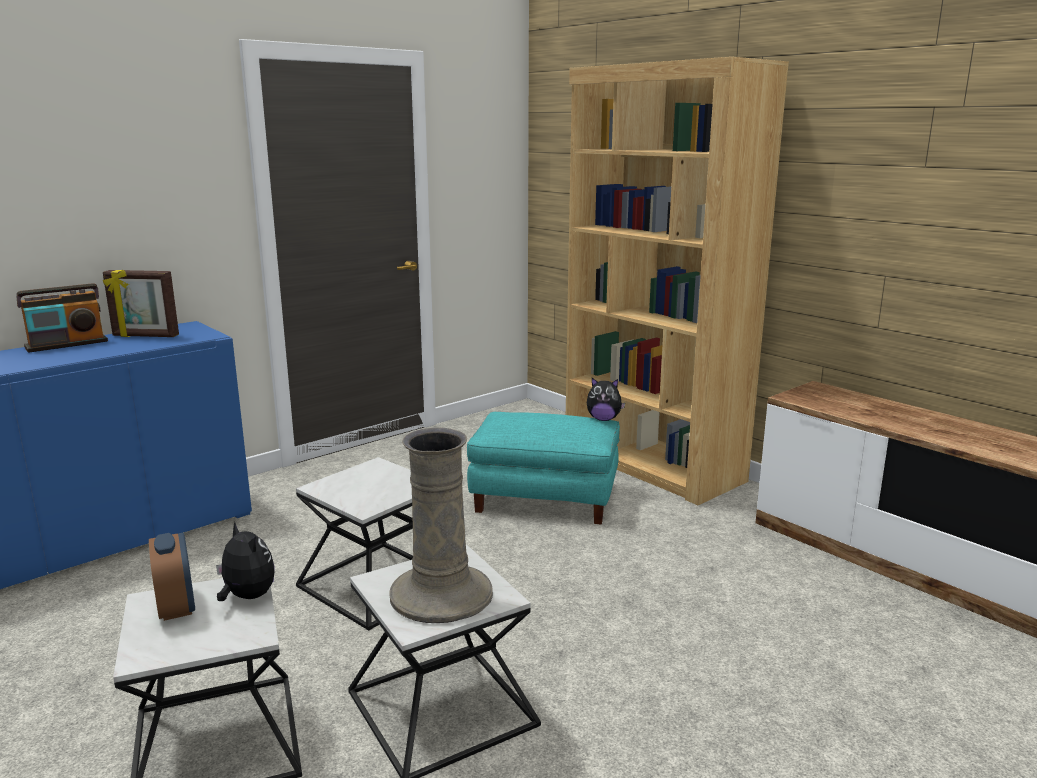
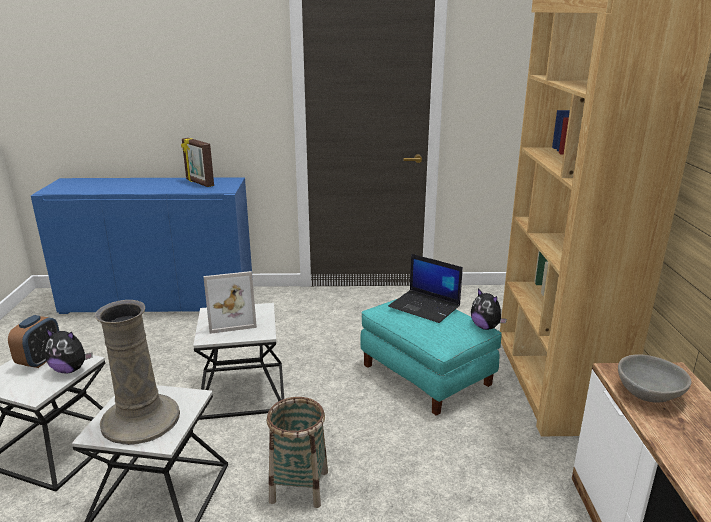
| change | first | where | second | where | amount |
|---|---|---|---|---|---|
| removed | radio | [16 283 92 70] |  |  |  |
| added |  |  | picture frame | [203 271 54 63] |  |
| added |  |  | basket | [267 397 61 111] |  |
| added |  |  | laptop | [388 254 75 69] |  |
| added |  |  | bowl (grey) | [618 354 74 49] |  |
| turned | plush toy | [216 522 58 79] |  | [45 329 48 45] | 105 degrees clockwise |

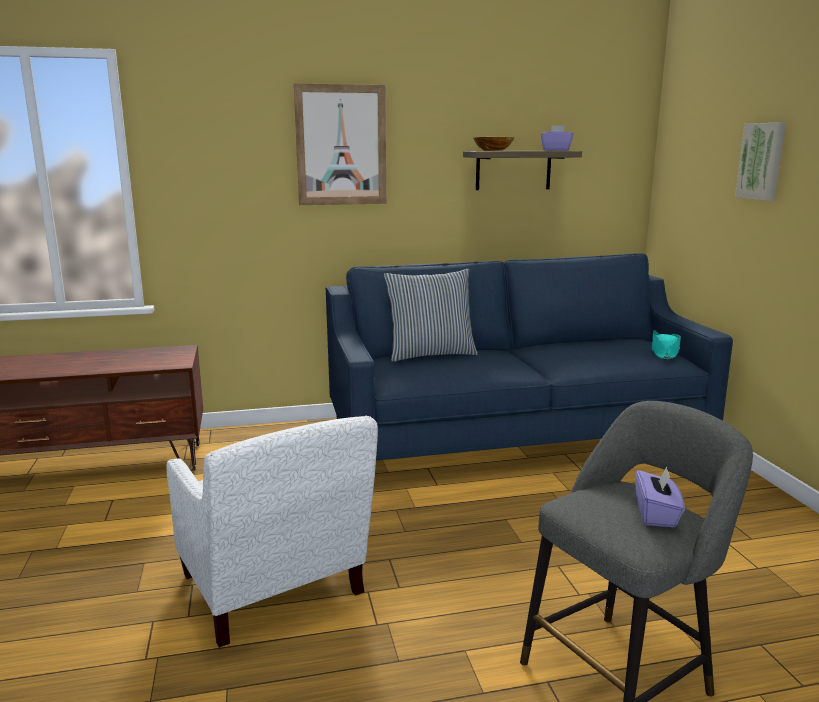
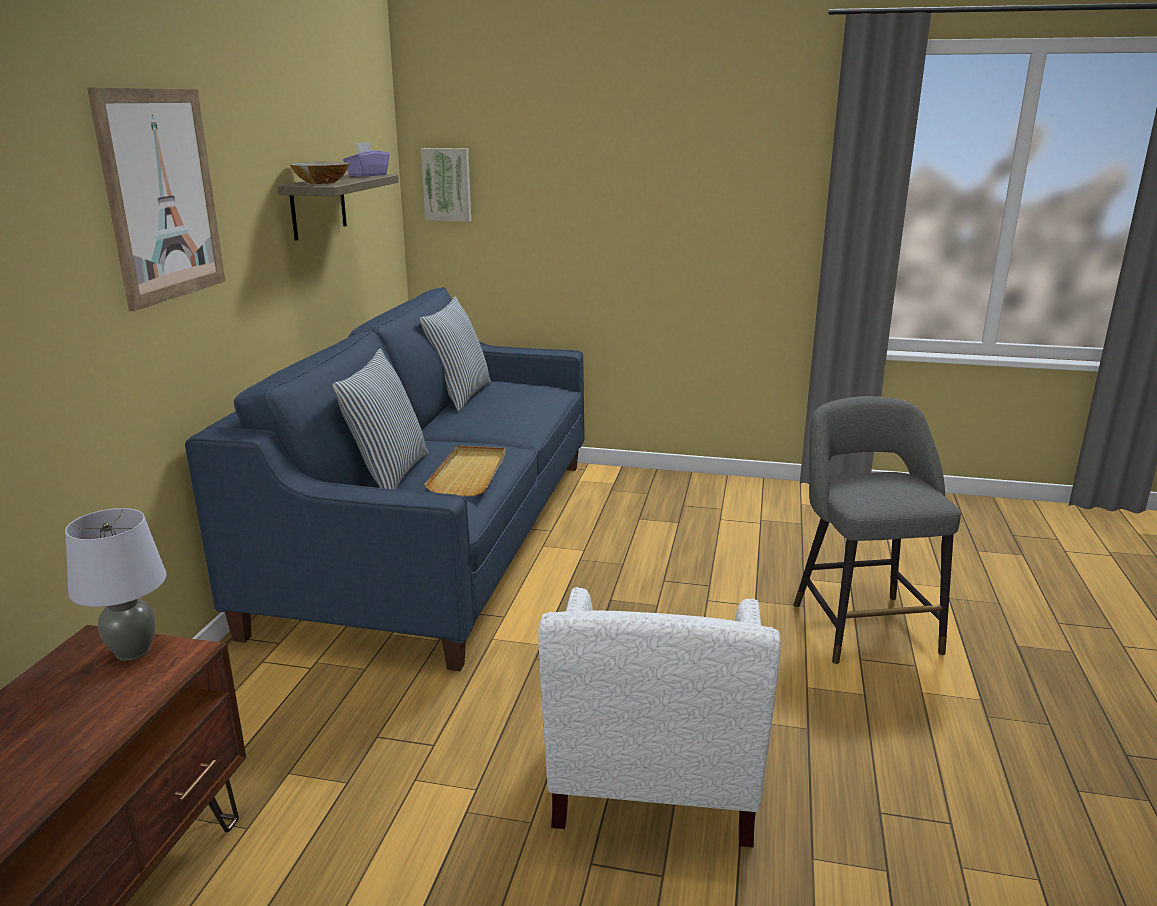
| change | first | where | second | where | amount |
|---|---|---|---|---|---|
| removed | tissue box (purple) | [635 467 50 60] |  |  |  |
| removed | hat (turquoise) | [652 330 29 29] |  |  |  |
| added |  |  | table lamp (grey) | [65 508 102 153] |  |
| added |  |  | pillow | [419 297 72 114] |  |
| added |  |  | tray (beige) | [424 446 82 50] |  |
| moved | picture | [735 122 51 79] |  | [421 148 50 74] |  |
| turned | armchair (white) | [166 416 212 232] |  | [538 587 243 260] | 105 degrees clockwise |

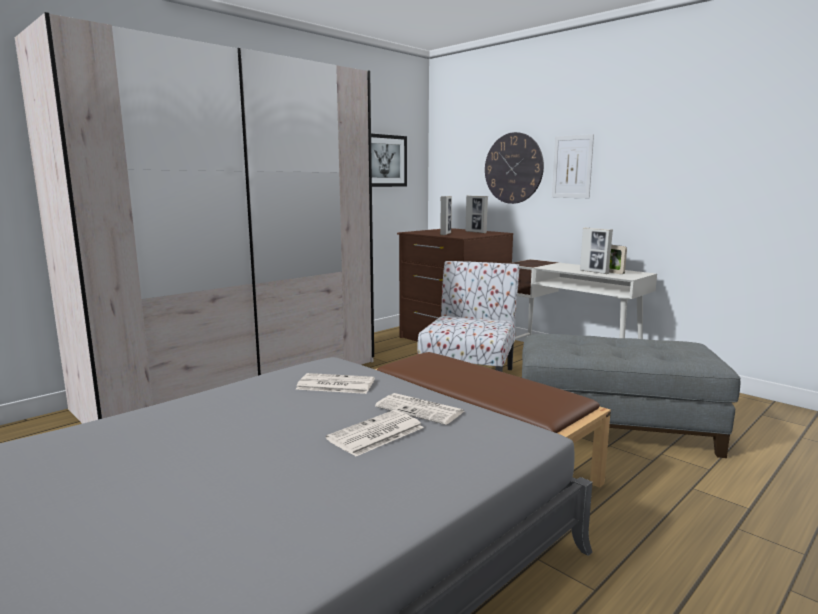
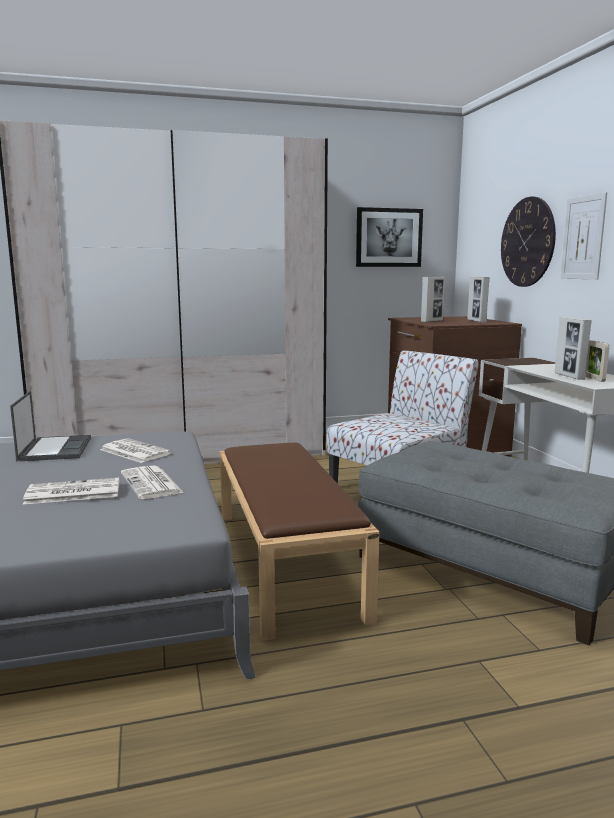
| change | first | where | second | where | amount |
|---|---|---|---|---|---|
| added |  |  | laptop | [10 391 81 70] |  |

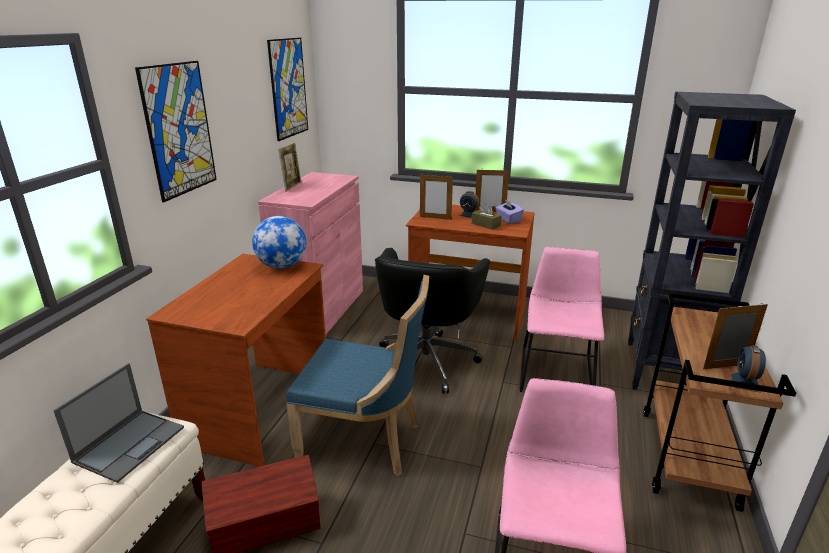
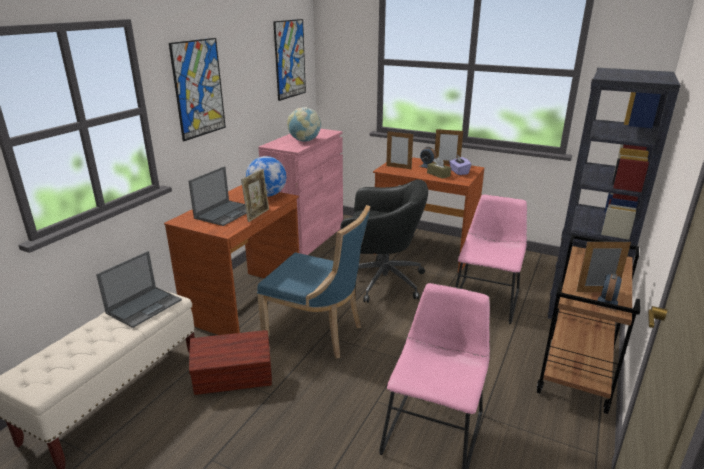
| change | first | where | second | where | amount |
|---|---|---|---|---|---|
| added |  |  | laptop | [189 166 57 60] |  |
| added |  |  | globe | [287 107 34 34] |  |
| moved | picture frame | [278 143 23 49] |  | [241 169 28 53] |  |
| turned | office chair (black) | [375 248 115 146] |  | [340 179 88 124] | 105 degrees counterclockwise |

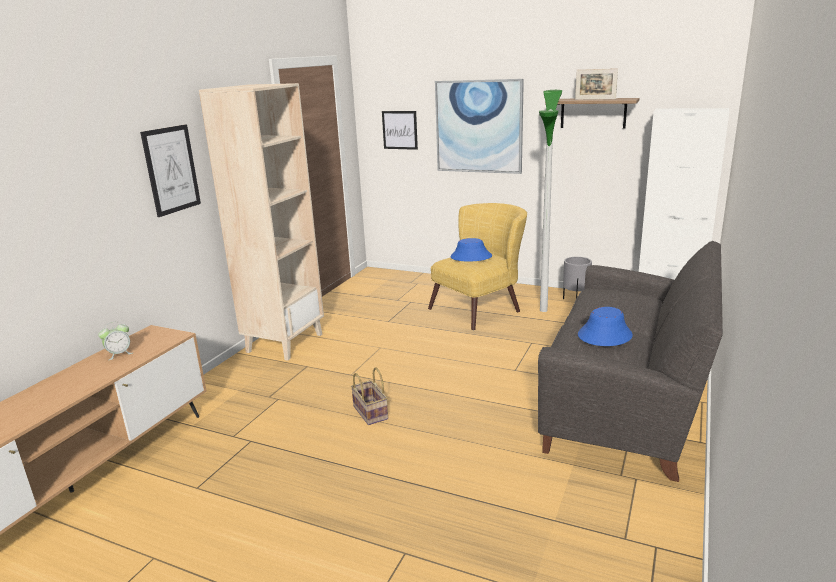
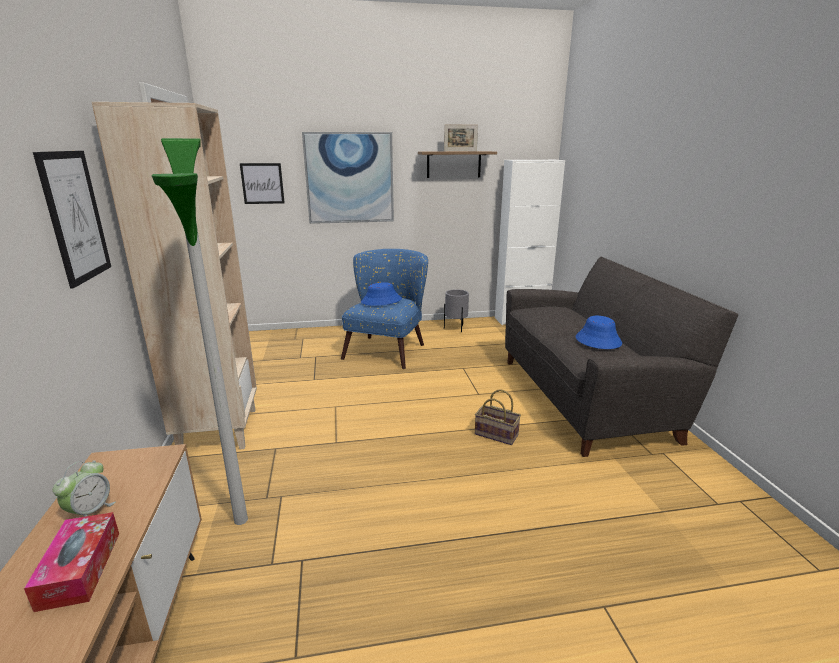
| change | first | where | second | where | amount |
|---|---|---|---|---|---|
| added |  |  | tissue box | [24 512 95 100] |  |
| moved | basket | [351 367 37 58] |  | [475 389 46 56] |  |
| moved | floor lamp | [539 90 23 222] |  | [151 138 97 387] |  |
| recoloured | armchair (yellow) | [428 203 99 127] | armchair (blue) | [341 249 87 120] |  |

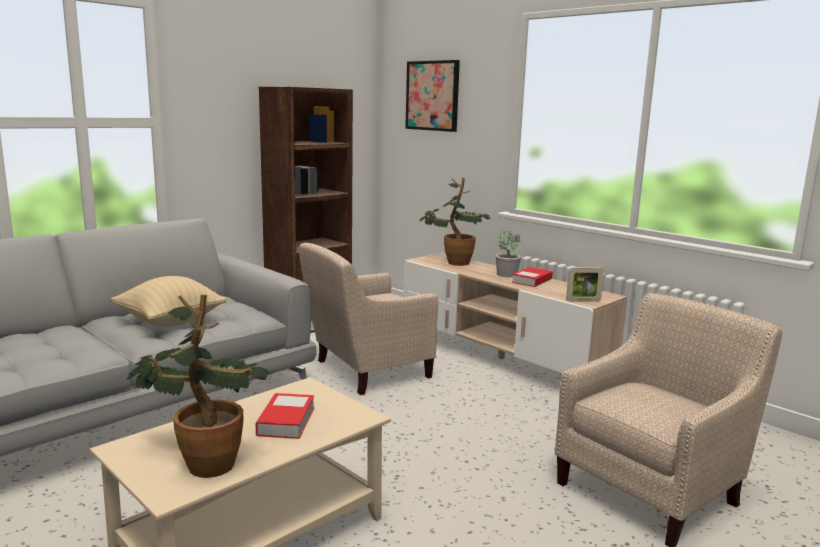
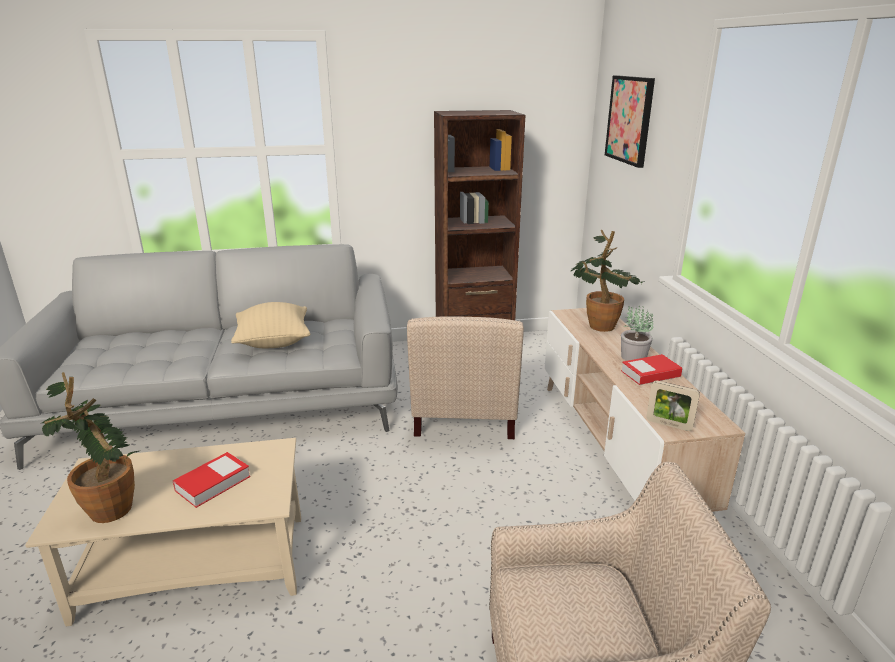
| change | first | where | second | where | amount |
|---|---|---|---|---|---|
| turned | armchair (beige) | [299 242 139 153] |  | [407 316 117 123] | 90 degrees counterclockwise |

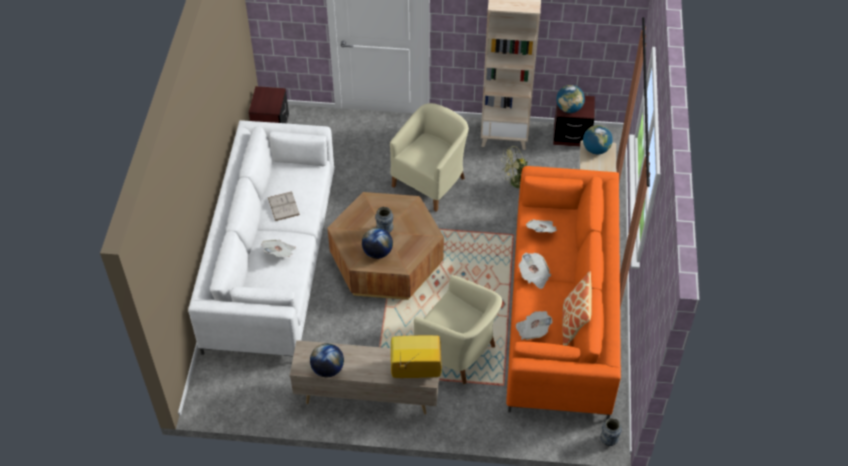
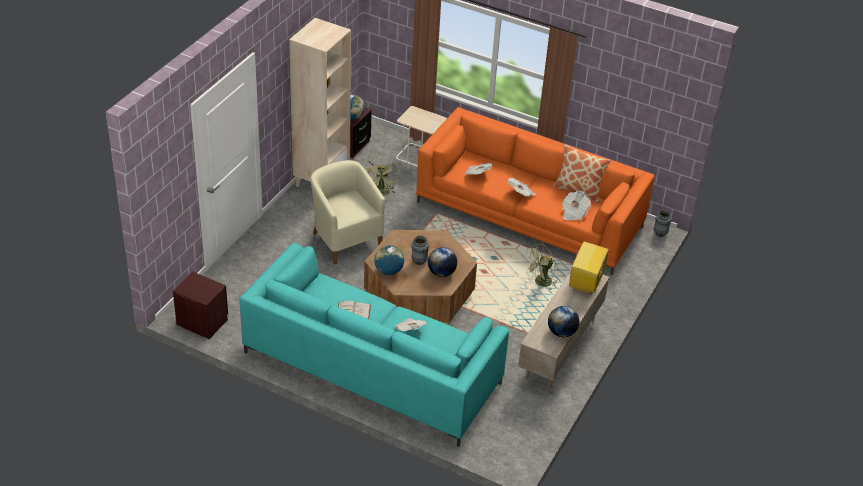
| change | first | where | second | where | amount |
|---|---|---|---|---|---|
| moved | globe | [583 125 30 29] |  | [374 245 30 30] |  |
| replaced | armchair (beige) | [414 275 88 109] | fan (green) | [525 244 32 46] |  |
| recoloured | sofa (white) | [188 120 147 236] | sofa (turquoise) | [239 243 270 204] |  |

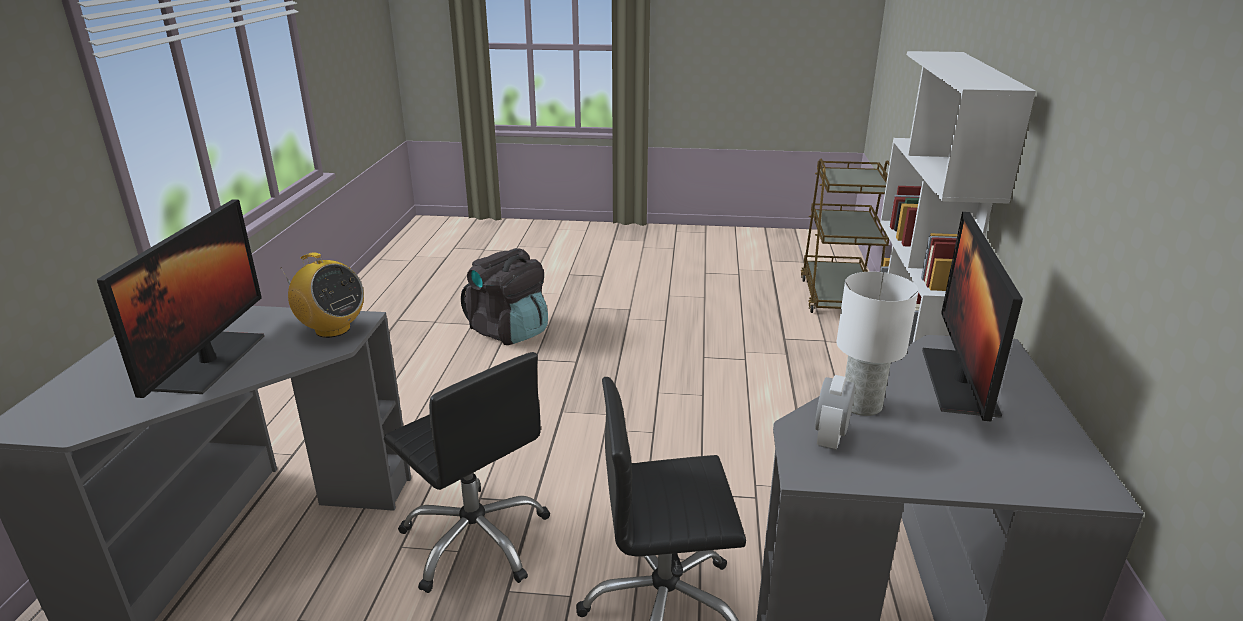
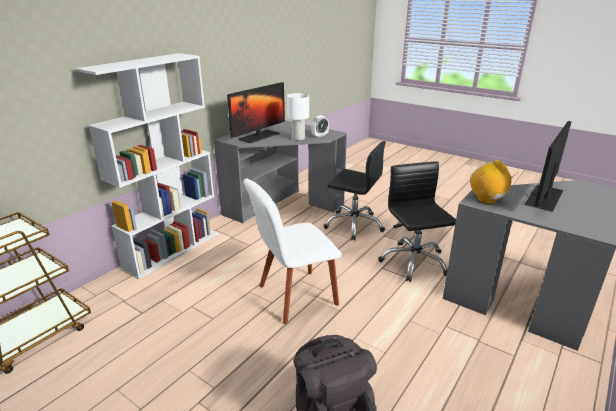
| change | first | where | second | where | amount |
|---|---|---|---|---|---|
| added |  |  | chair (white) | [243 178 99 146] |  |

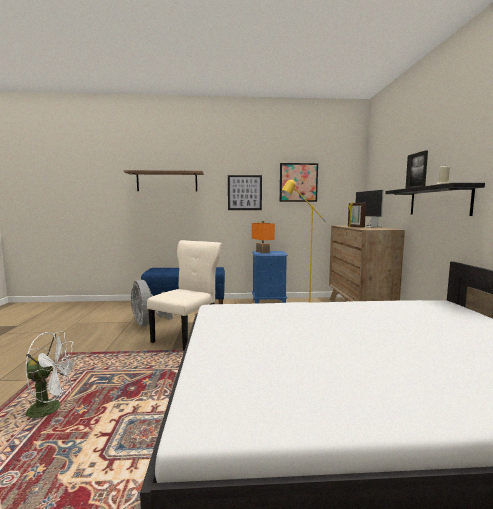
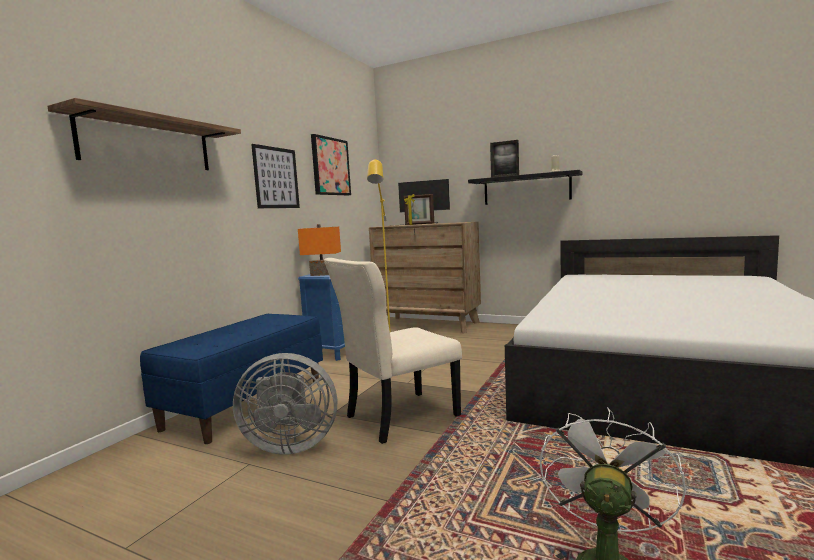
| change | first | where | second | where | amount |
|---|---|---|---|---|---|
| turned | chair (beige) | [147 240 75 111] |  | [324 258 138 186] | 90 degrees counterclockwise |

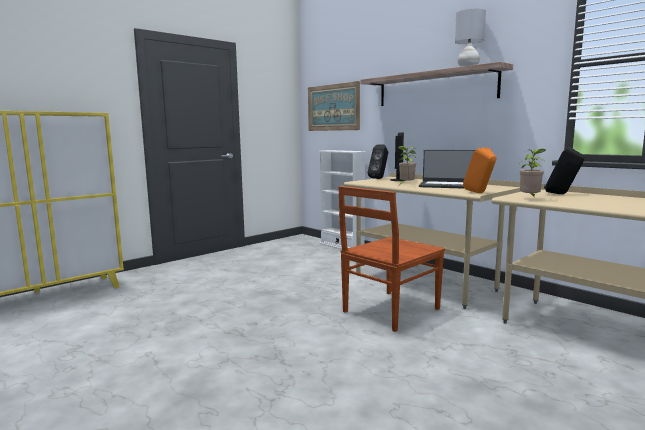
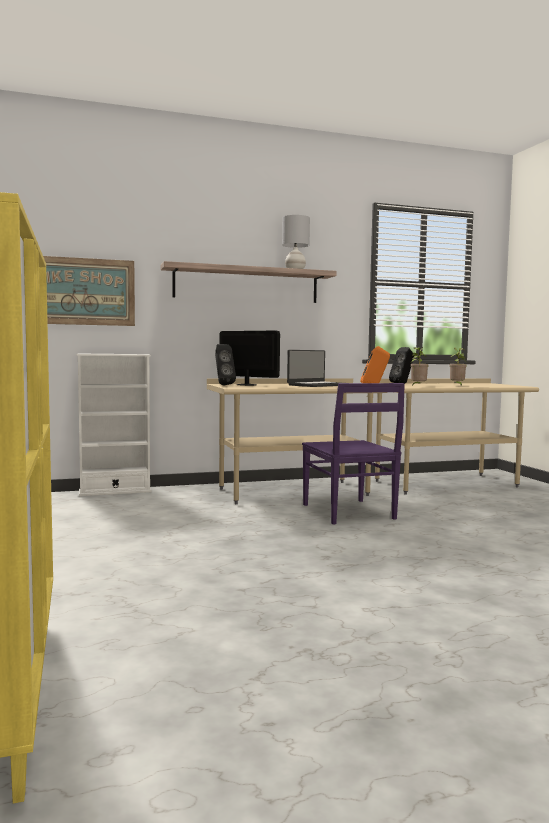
| change | first | where | second | where | amount |
|---|---|---|---|---|---|
| moved | potted plant | [398 146 18 39] |  | [449 348 18 37] |  |
| recoloured | chair (brown) | [338 186 107 146] | chair (purple) | [302 383 103 142] |  |

